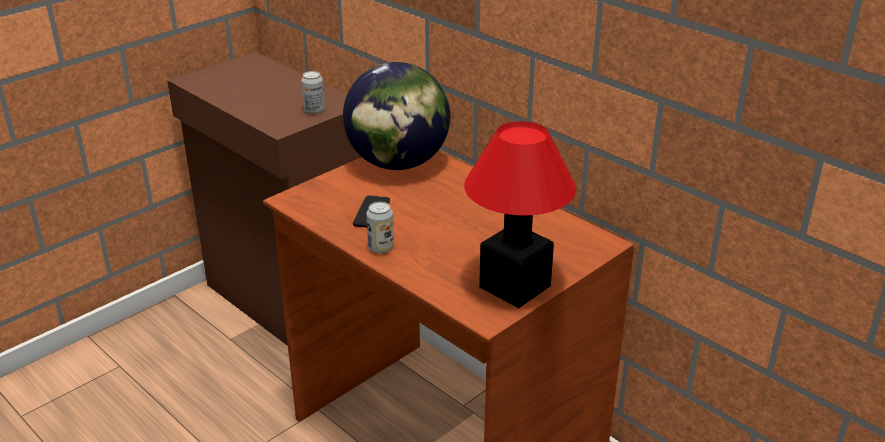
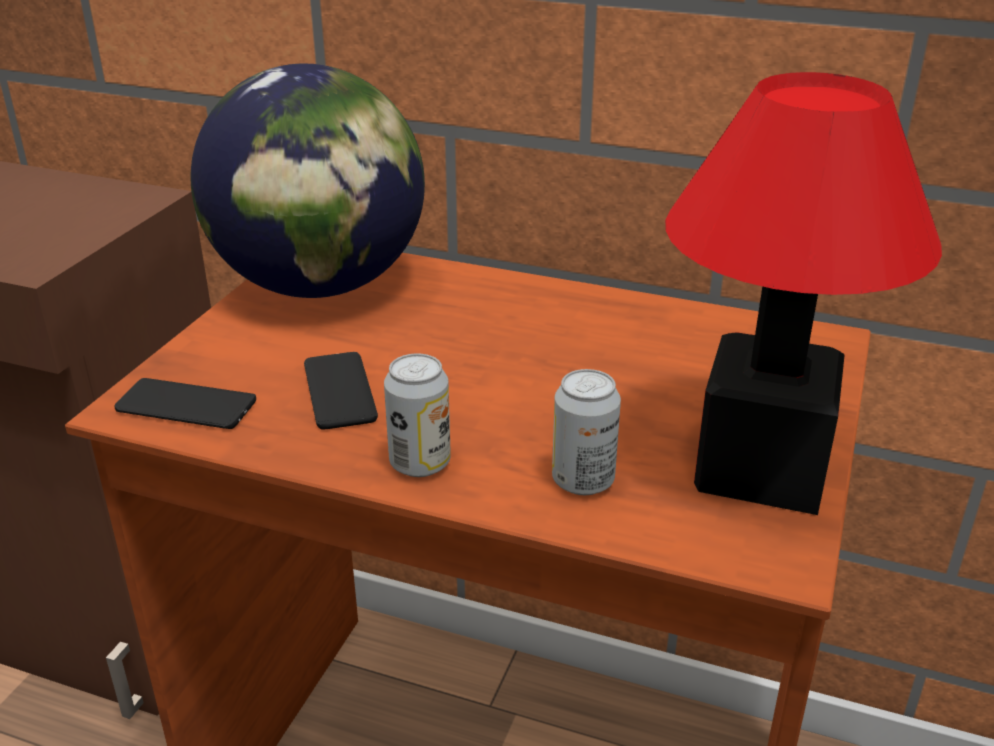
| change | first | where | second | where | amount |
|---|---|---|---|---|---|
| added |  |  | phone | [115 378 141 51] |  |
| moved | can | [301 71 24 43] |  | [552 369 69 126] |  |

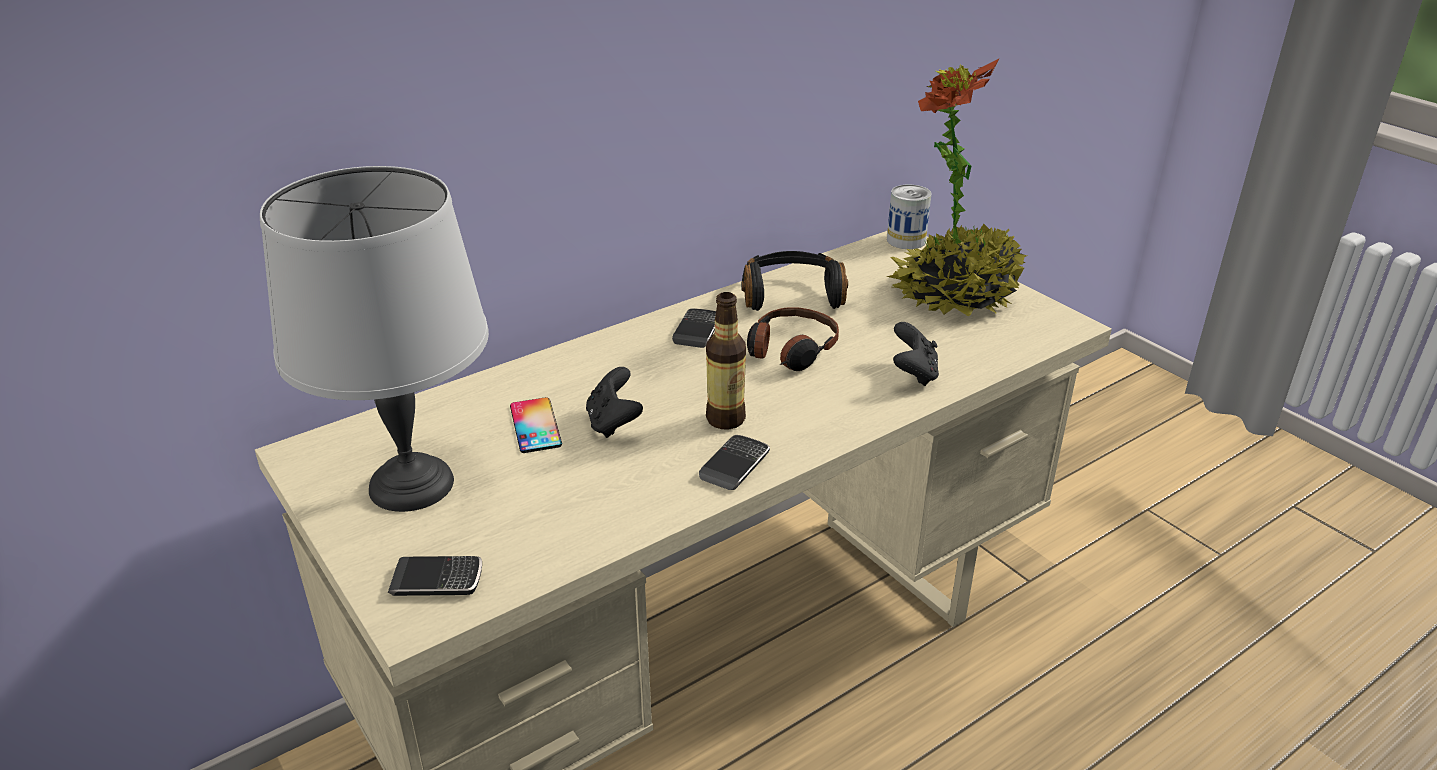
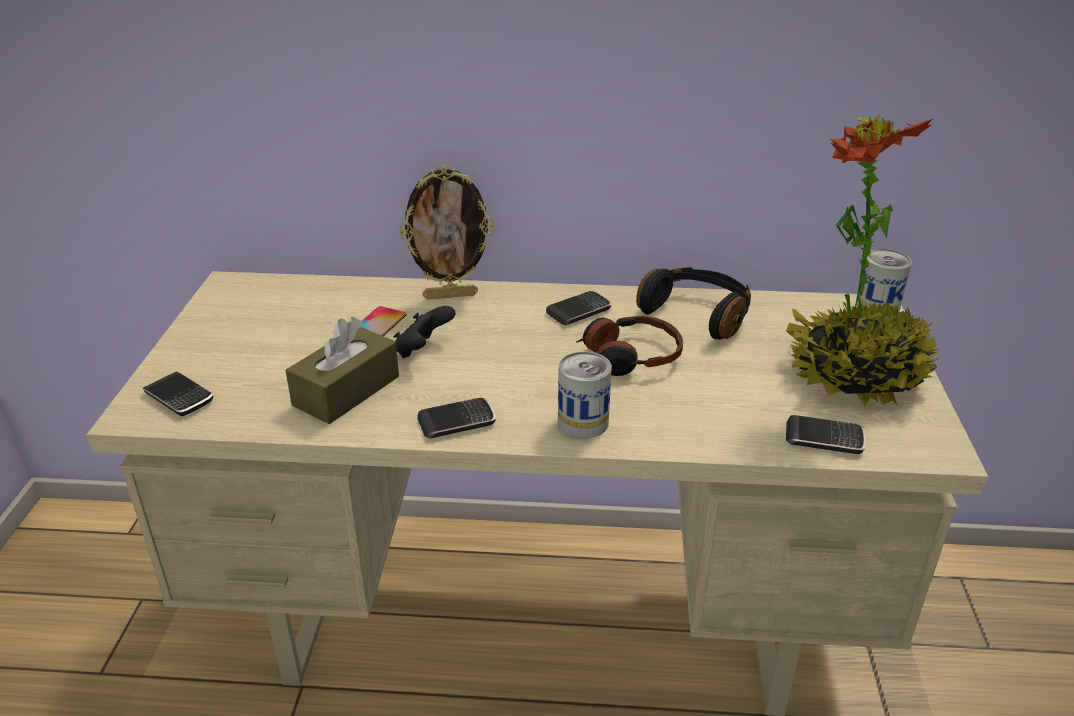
| change | first | where | second | where | amount |
|---|---|---|---|---|---|
| removed | table lamp (grey) | [260 166 229 346] |  |  |  |
| removed | bottle | [706 292 40 137] |  |  |  |
| removed | game controller (black) | [893 322 46 64] |  |  |  |
| added |  |  | tissue box (brown) | [286 317 113 107] |  |
| added |  |  | picture frame | [399 165 96 134] |  |
| added |  |  | can | [558 351 54 87] |  |
| added |  |  | phone | [786 415 80 39] |  |

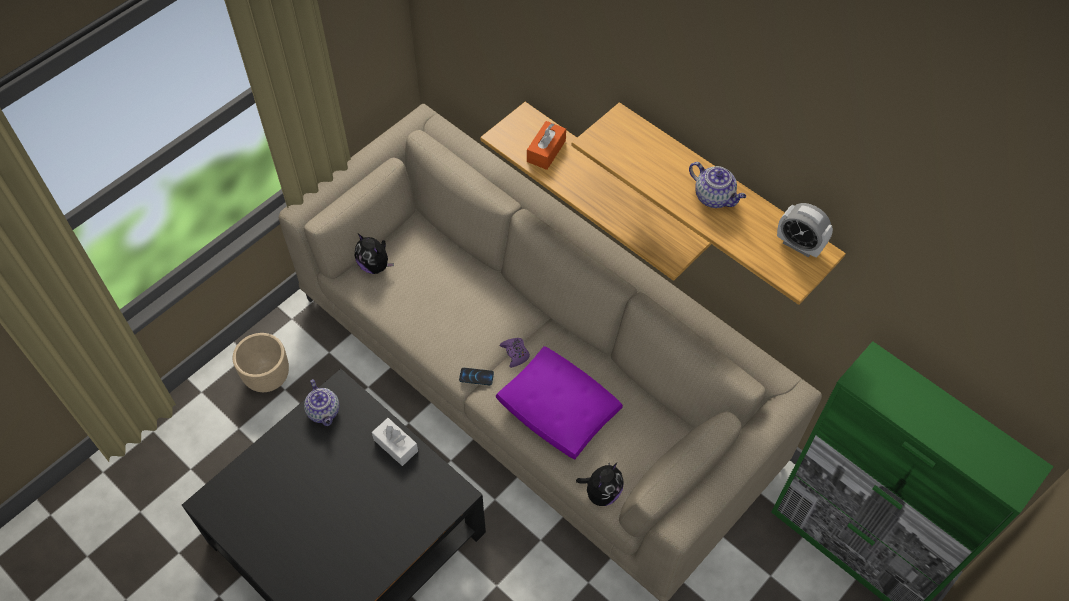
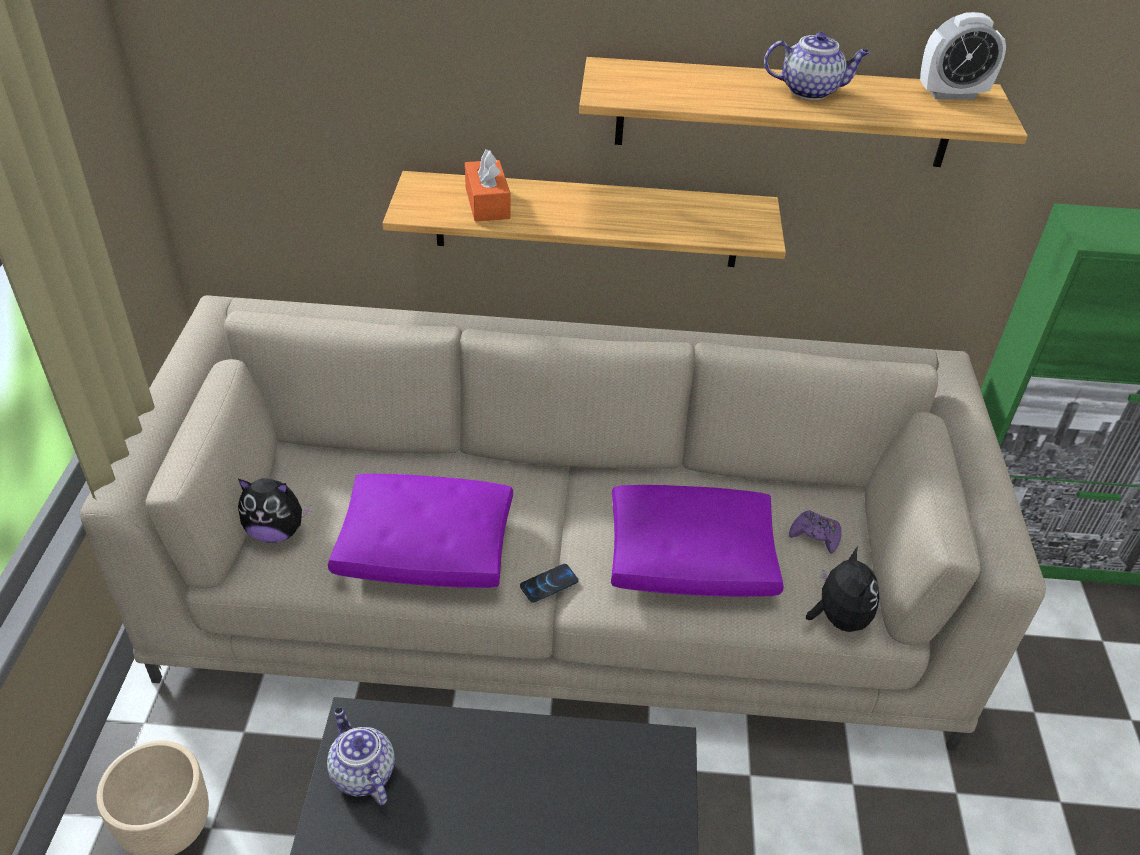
| change | first | where | second | where | amount |
|---|---|---|---|---|---|
| removed | tissue box (white) | [372 418 46 48] |  |  |  |
| added |  |  | pillow (purple) | [328 474 185 114] |  |
| moved | game controller (purple) | [500 338 30 30] |  | [789 510 53 44] |  |
| turned | teapot | [304 379 35 47] |  | [327 708 68 97] | 150 degrees counterclockwise |

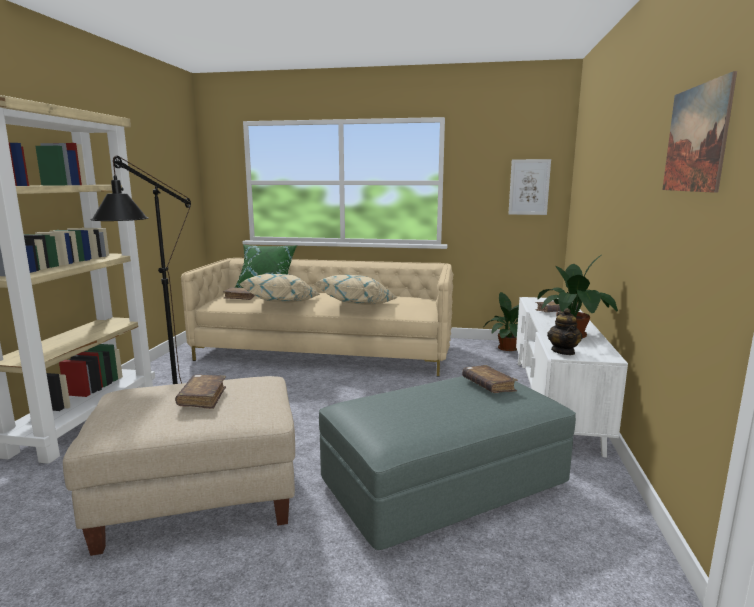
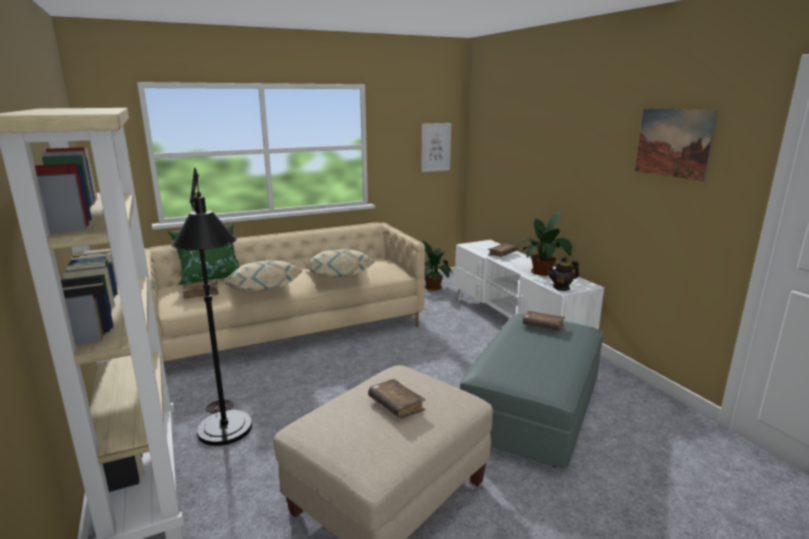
| change | first | where | second | where | amount |
|---|---|---|---|---|---|
| turned | teapot | [547 308 35 47] |  | [547 256 32 35] | 105 degrees clockwise |

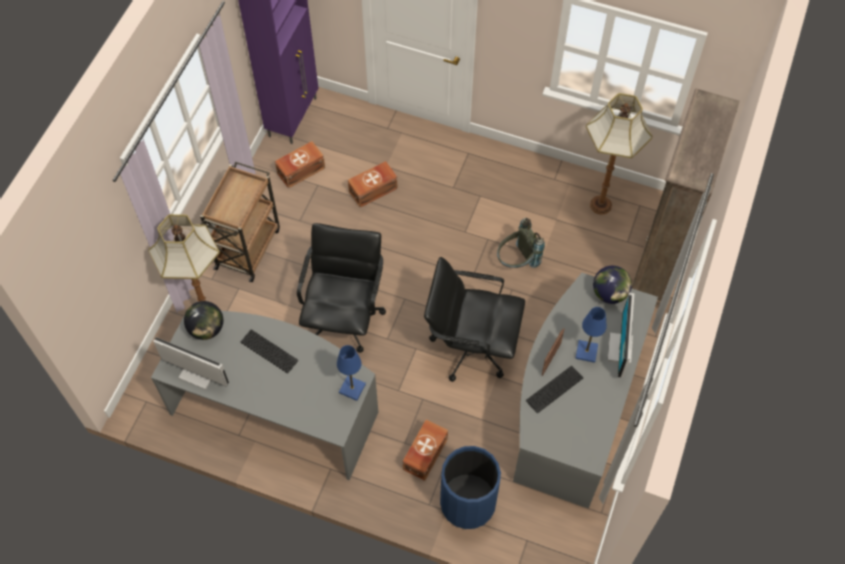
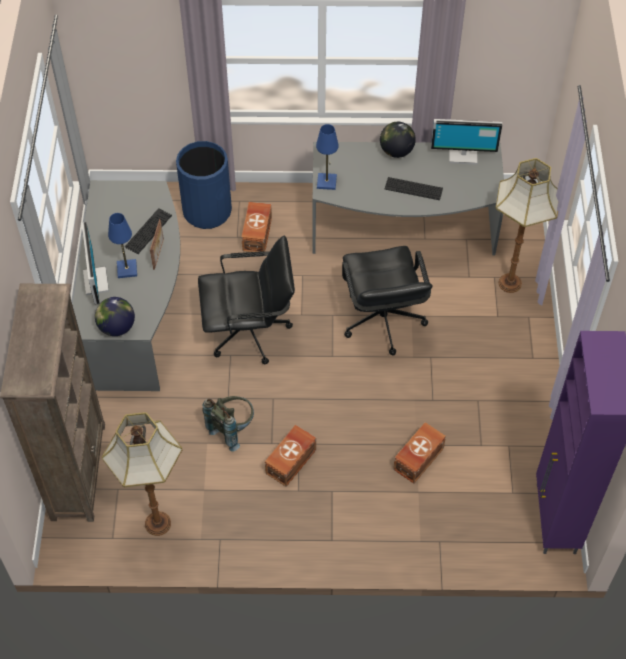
| change | first | where | second | where | amount |
|---|---|---|---|---|---|
| removed | cart (brown) | [200 162 80 120] |  |  |  |
| moved | globe | [184 301 39 39] |  | [380 122 36 36] |  |
| moved | storage box (brown) | [275 141 50 47] |  | [265 425 51 62] |  |

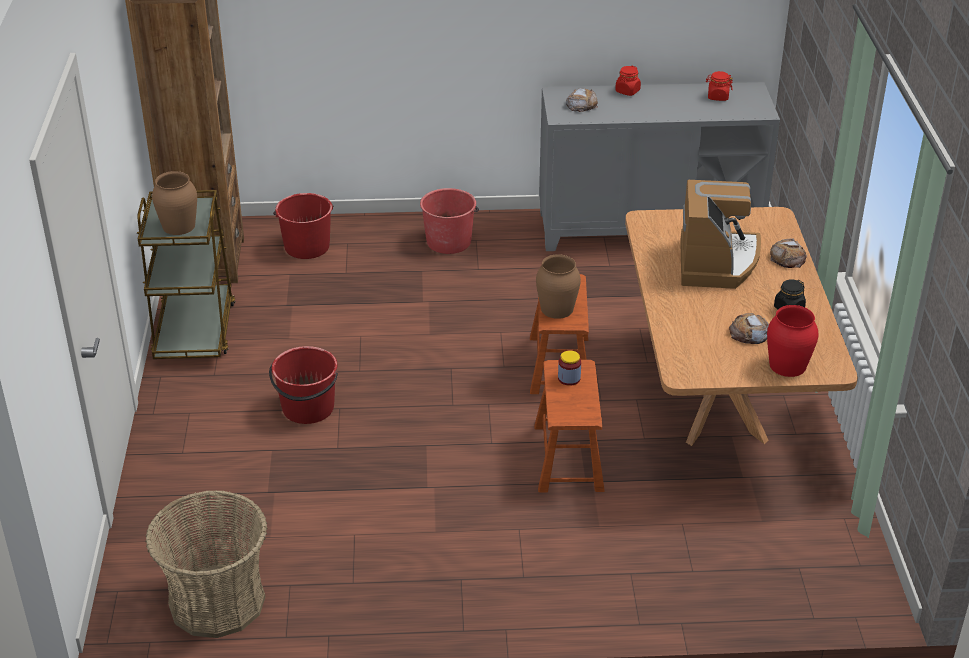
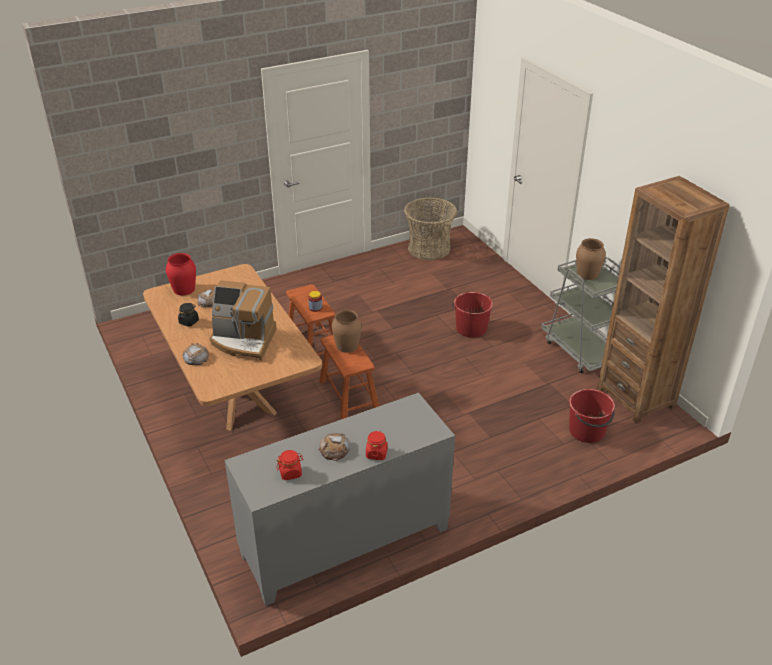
| change | first | where | second | where | amount |
|---|---|---|---|---|---|
| removed | bucket (red) | [420 188 59 66] |  |  |  |
| moved | bread | [566 88 32 24] |  | [318 433 32 28] |  |
| recoloured | cart (brown) | [137 190 98 169] | cart (grey) | [541 257 79 116] |  |
| turned | coffee machine | [680 180 81 109] |  | [209 280 68 80] | 60 degrees counterclockwise |

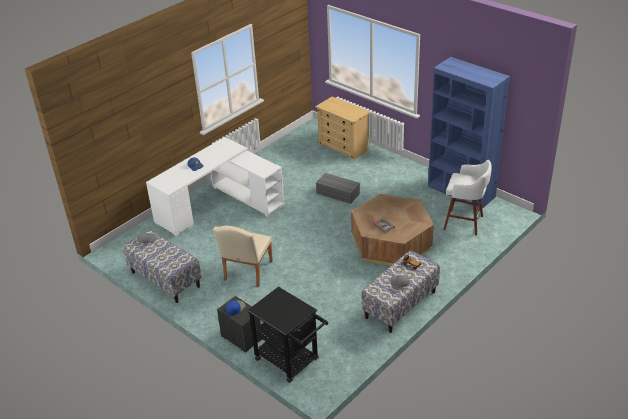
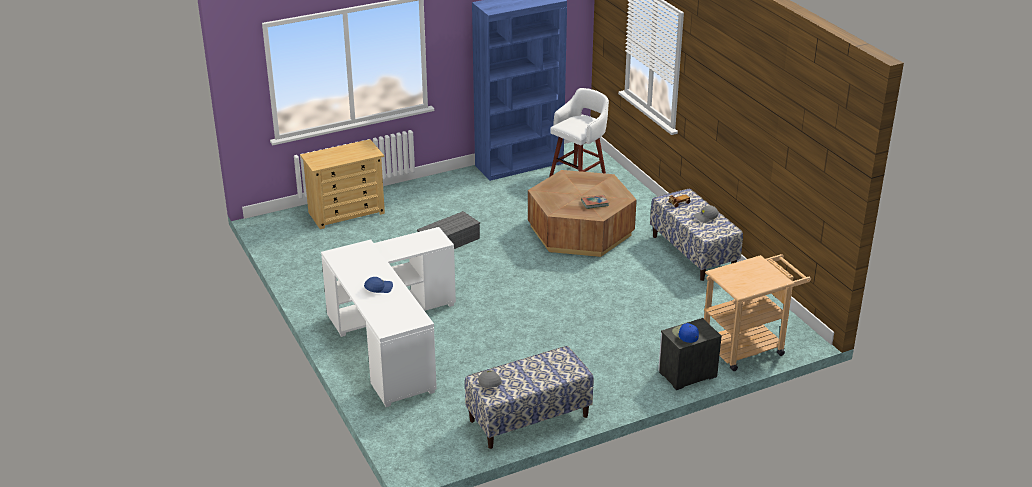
| change | first | where | second | where | amount |
|---|---|---|---|---|---|
| removed | chair (beige) | [213 226 60 61] |  |  |  |
| recoloured | cart (black) | [247 287 82 96] | cart (beige) | [704 254 107 117] |  |

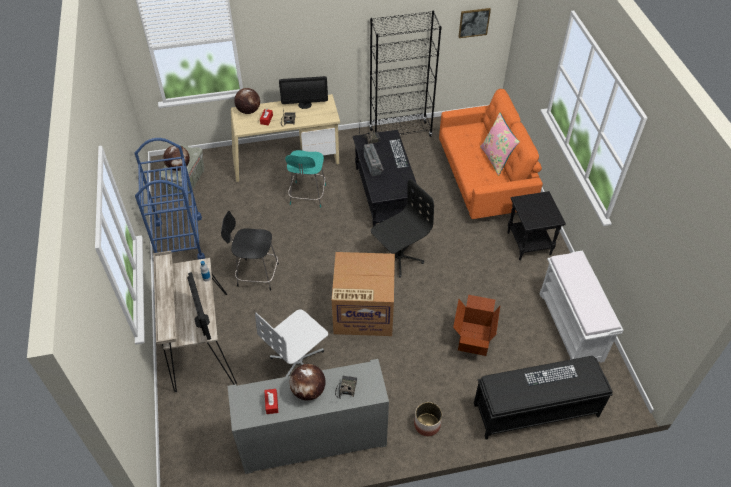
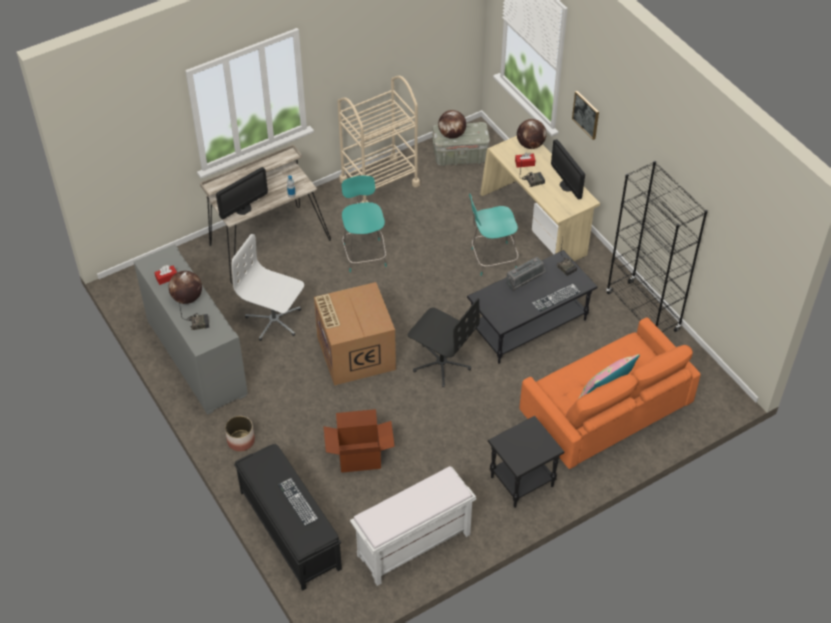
| change | first | where | second | where | amount |
|---|---|---|---|---|---|
| moved | picture | [458 8 33 30] |  | [572 91 27 49] |  |
| recoloured | cart (blue) | [135 138 70 122] | cart (beige) | [337 75 83 128] |  |
| recoloured | chair (black) | [221 211 58 80] | chair (turquoise) | [342 176 45 96] |  |

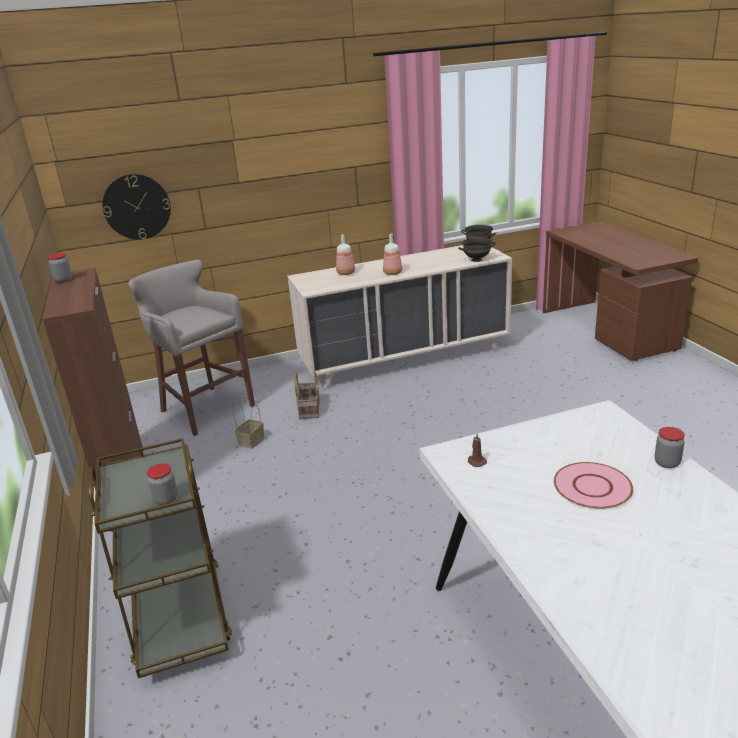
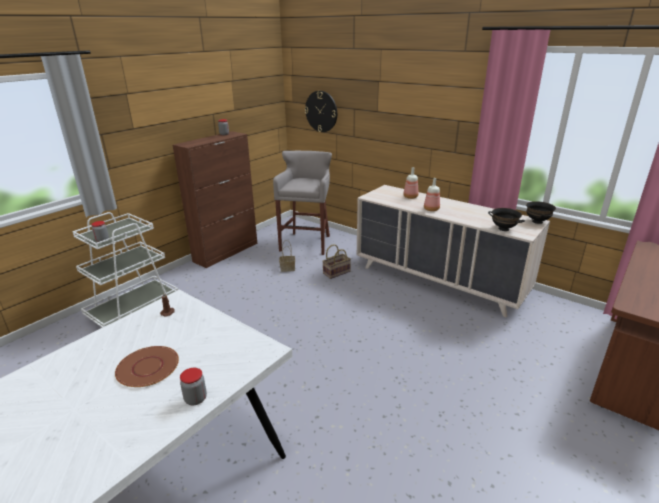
| change | first | where | second | where | amount |
|---|---|---|---|---|---|
| recoloured | cart (brown) | [88 438 144 240] | cart (white) | [72 212 106 116] |  |
| recoloured | plate (pink) | [554 462 79 47] | plate (brown) | [115 346 64 41] |  |

